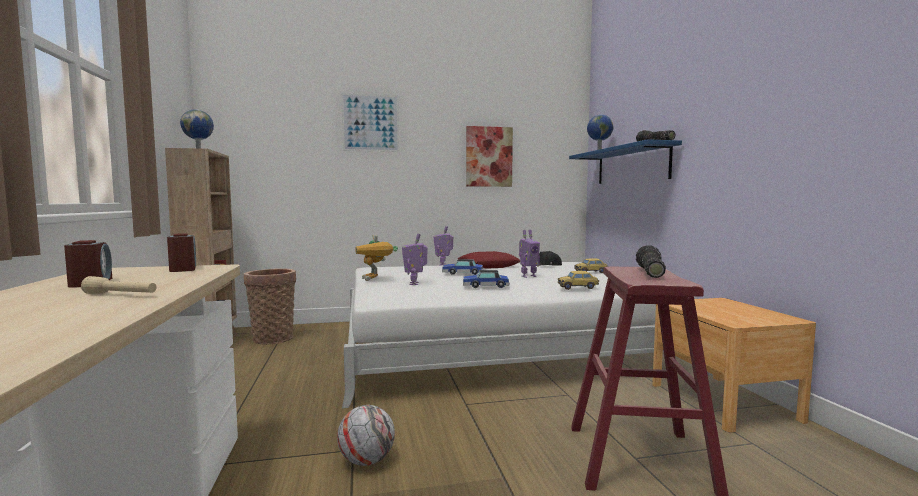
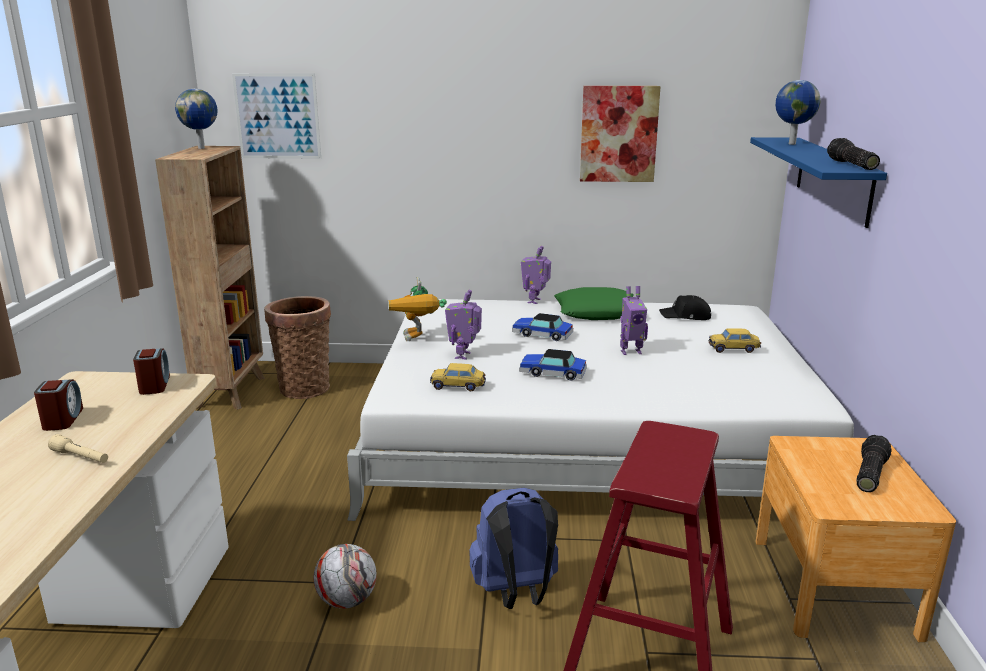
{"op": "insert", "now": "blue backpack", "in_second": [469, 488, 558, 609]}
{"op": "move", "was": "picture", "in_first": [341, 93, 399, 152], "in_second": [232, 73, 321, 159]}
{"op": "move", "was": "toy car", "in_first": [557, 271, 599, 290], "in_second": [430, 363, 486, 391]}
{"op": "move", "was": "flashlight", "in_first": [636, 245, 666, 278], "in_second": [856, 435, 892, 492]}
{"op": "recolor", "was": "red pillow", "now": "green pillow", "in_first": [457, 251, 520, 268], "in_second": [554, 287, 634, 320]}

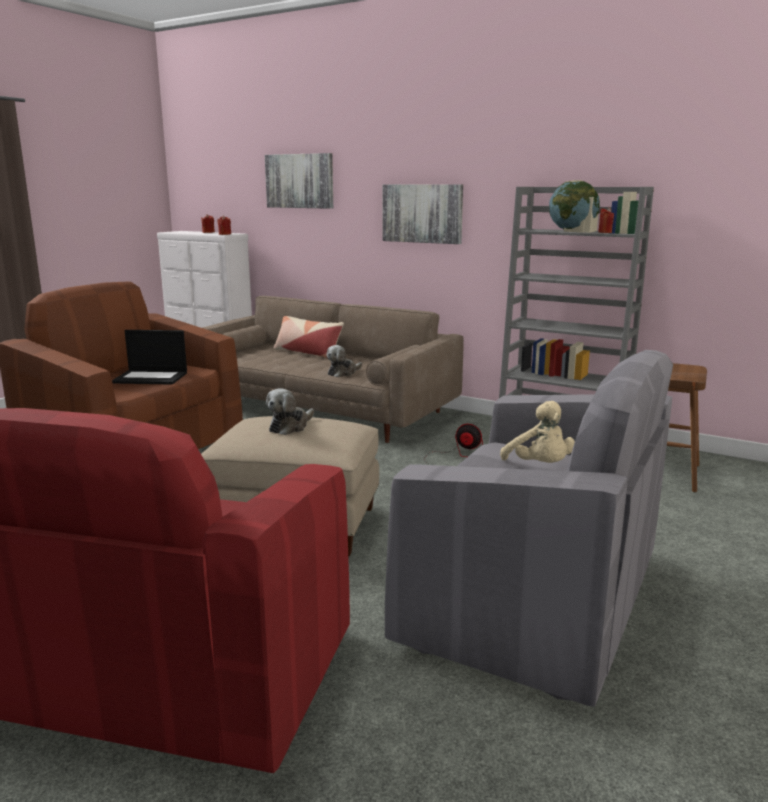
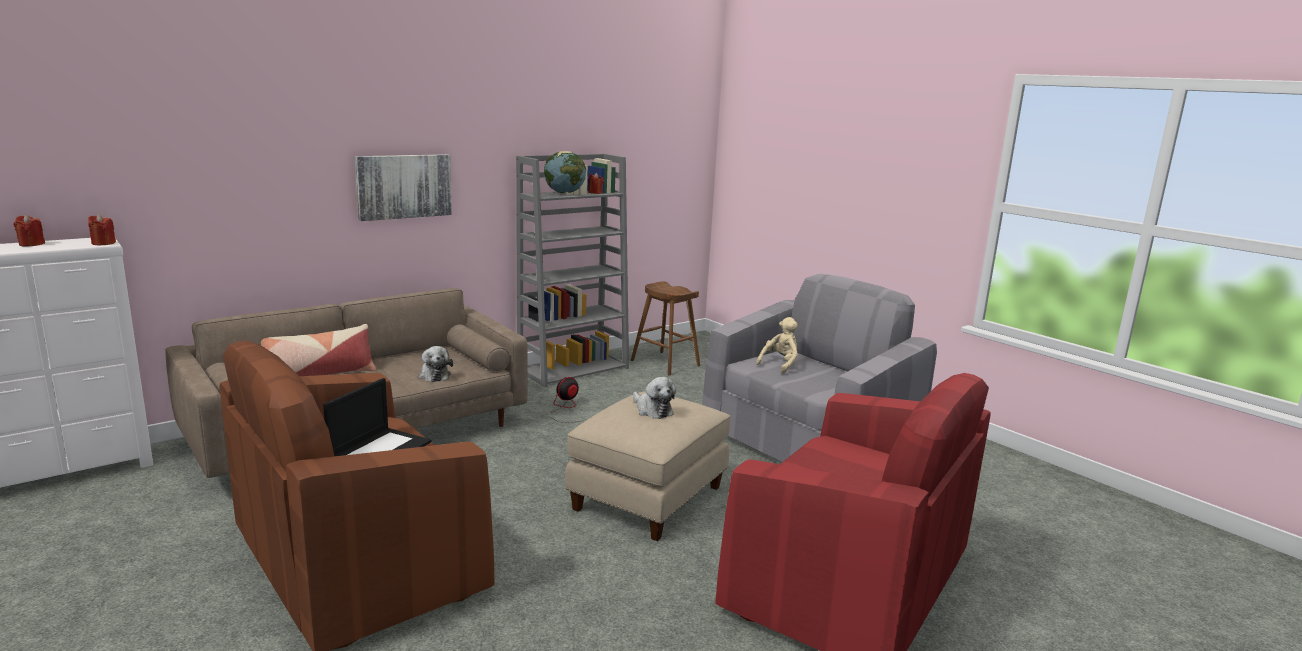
{"op": "delete", "was": "picture", "in_first": [265, 153, 333, 209]}
{"op": "rotate", "was": "beige plush toy", "in_first": [500, 401, 575, 463], "in_second": [756, 317, 798, 374], "clockwise": -45}

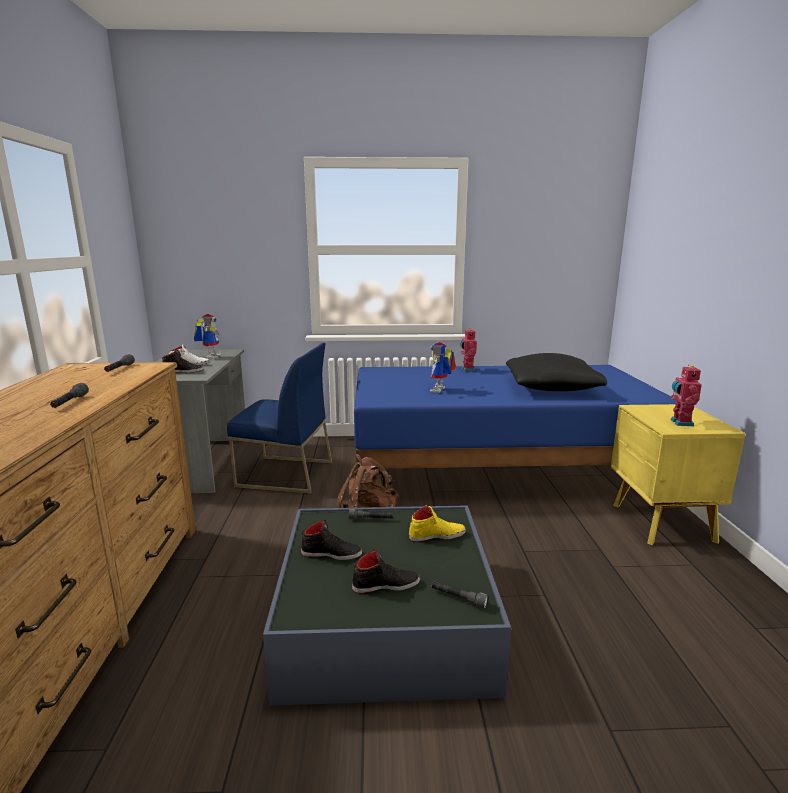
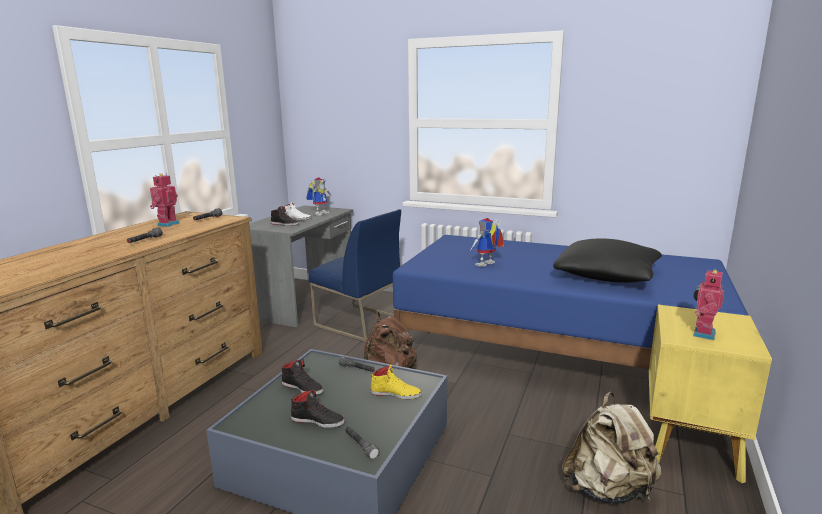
{"op": "insert", "now": "beige backpack", "in_second": [562, 392, 661, 504]}
{"op": "move", "was": "toy robot", "in_first": [460, 328, 477, 372], "in_second": [150, 173, 180, 227]}

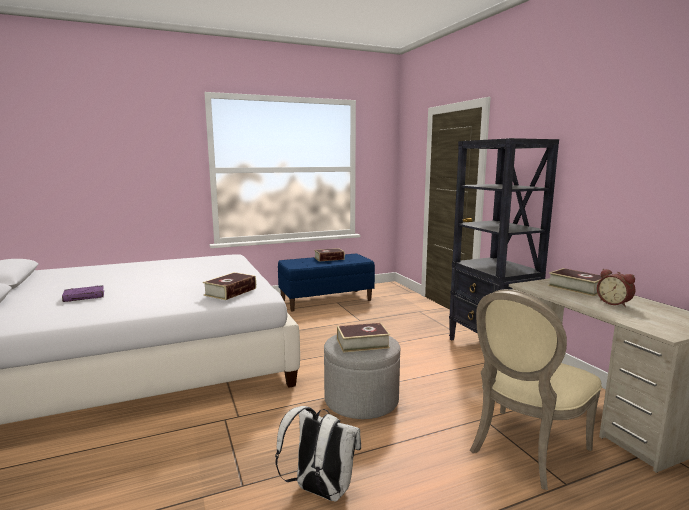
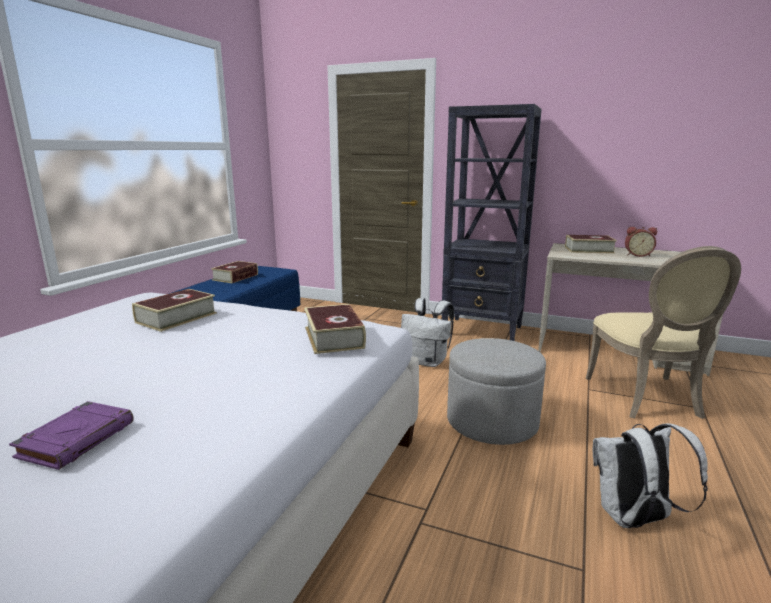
{"op": "insert", "now": "white backpack", "in_second": [401, 298, 454, 367]}
{"op": "move", "was": "book", "in_first": [337, 323, 390, 353], "in_second": [132, 289, 217, 332]}

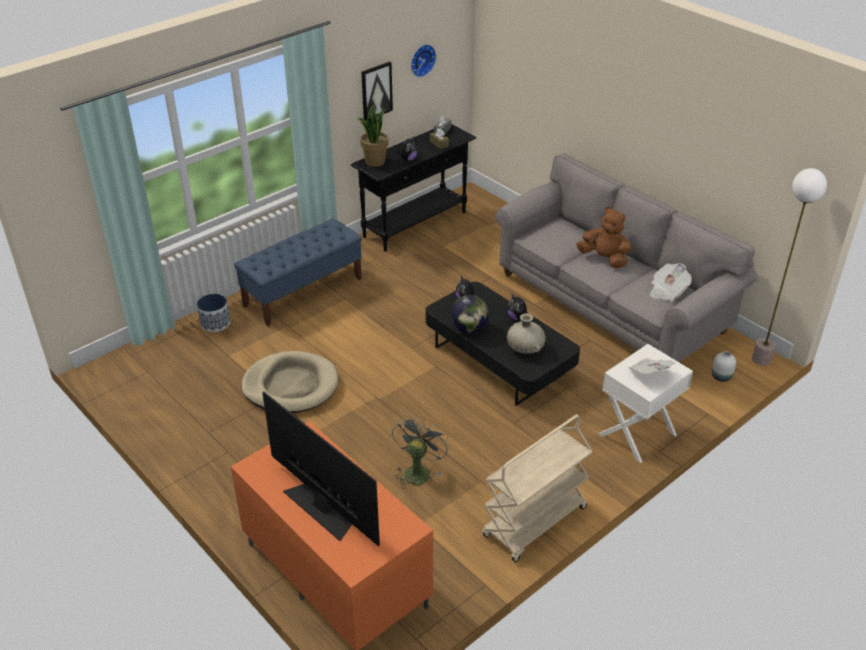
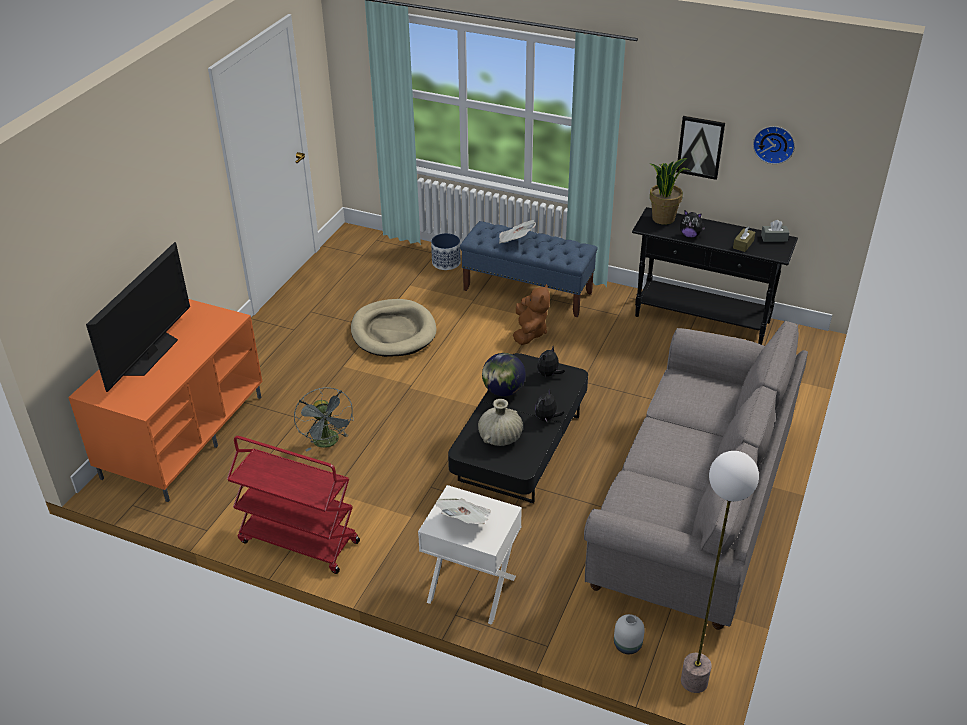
{"op": "move", "was": "brown plush toy", "in_first": [576, 206, 631, 268], "in_second": [513, 284, 550, 345]}
{"op": "move", "was": "newspaper", "in_first": [650, 263, 692, 301], "in_second": [499, 220, 536, 243]}
{"op": "recolor", "was": "beige cart", "now": "red cart", "in_first": [482, 414, 593, 562], "in_second": [227, 436, 360, 574]}
{"op": "rotate", "was": "grey fan", "in_first": [392, 416, 450, 489], "in_second": [294, 387, 354, 451], "clockwise": 75}

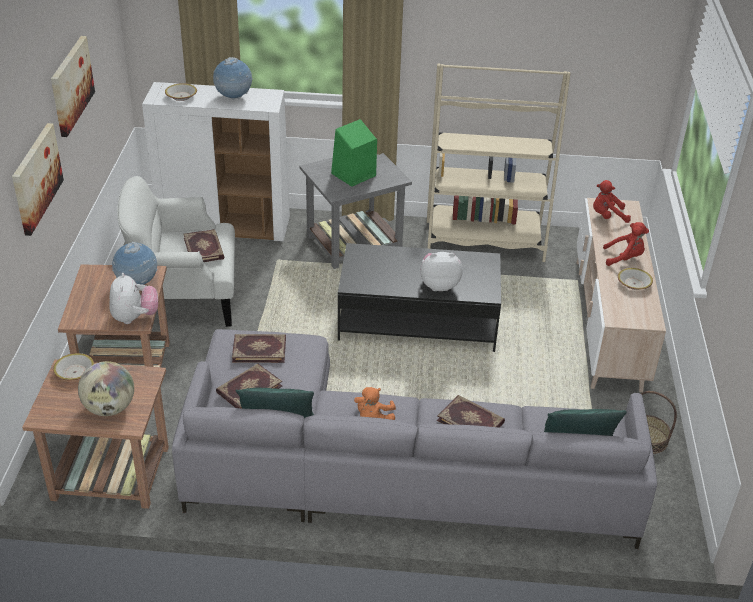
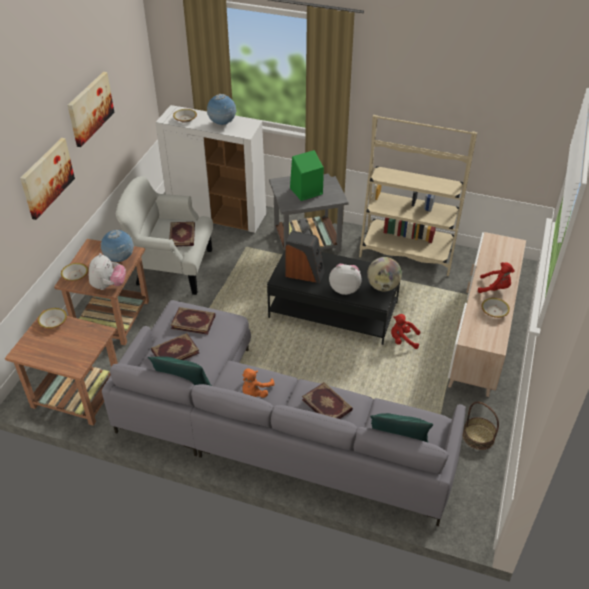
{"op": "insert", "now": "bowl", "in_second": [61, 263, 88, 281]}
{"op": "insert", "now": "speaker", "in_second": [286, 230, 325, 283]}
{"op": "move", "was": "globe", "in_first": [78, 361, 134, 416], "in_second": [367, 257, 402, 291]}
{"op": "move", "was": "red plush toy", "in_first": [593, 180, 631, 223], "in_second": [391, 314, 420, 349]}

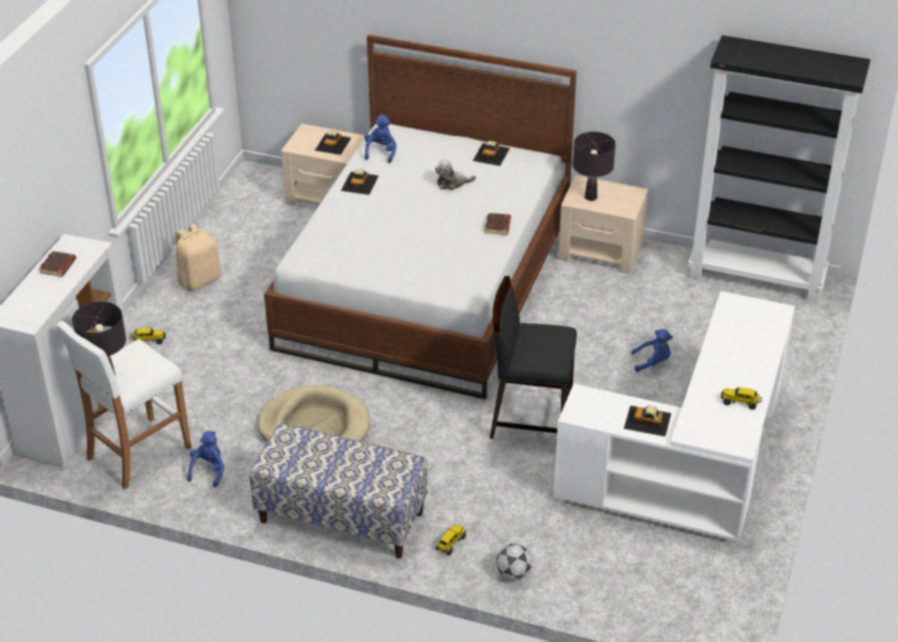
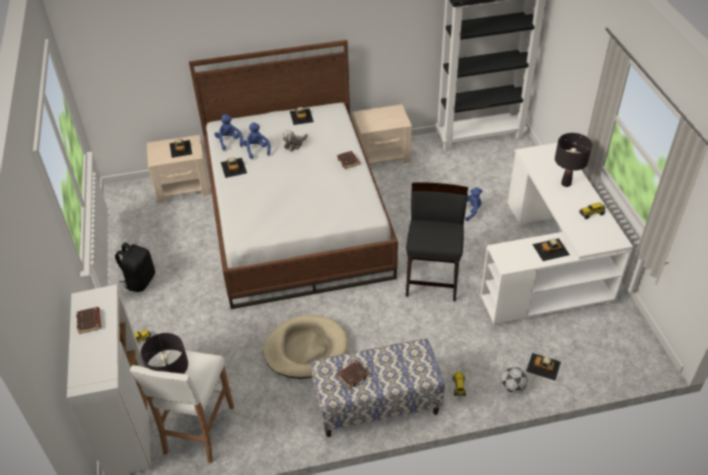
{"op": "insert", "now": "brown book", "in_second": [337, 361, 369, 389]}
{"op": "insert", "now": "toy car", "in_second": [526, 353, 561, 381]}
{"op": "move", "was": "blue plush toy", "in_first": [187, 431, 224, 487], "in_second": [242, 122, 270, 159]}
{"op": "move", "was": "black table lamp", "in_first": [573, 132, 616, 201], "in_second": [555, 133, 592, 187]}
{"op": "recolor", "was": "beige backpack", "now": "black backpack", "in_first": [175, 224, 221, 291], "in_second": [115, 242, 155, 292]}
{"op": "rotate", "was": "black chair", "in_first": [490, 276, 577, 439], "in_second": [406, 182, 468, 301], "clockwise": 120}

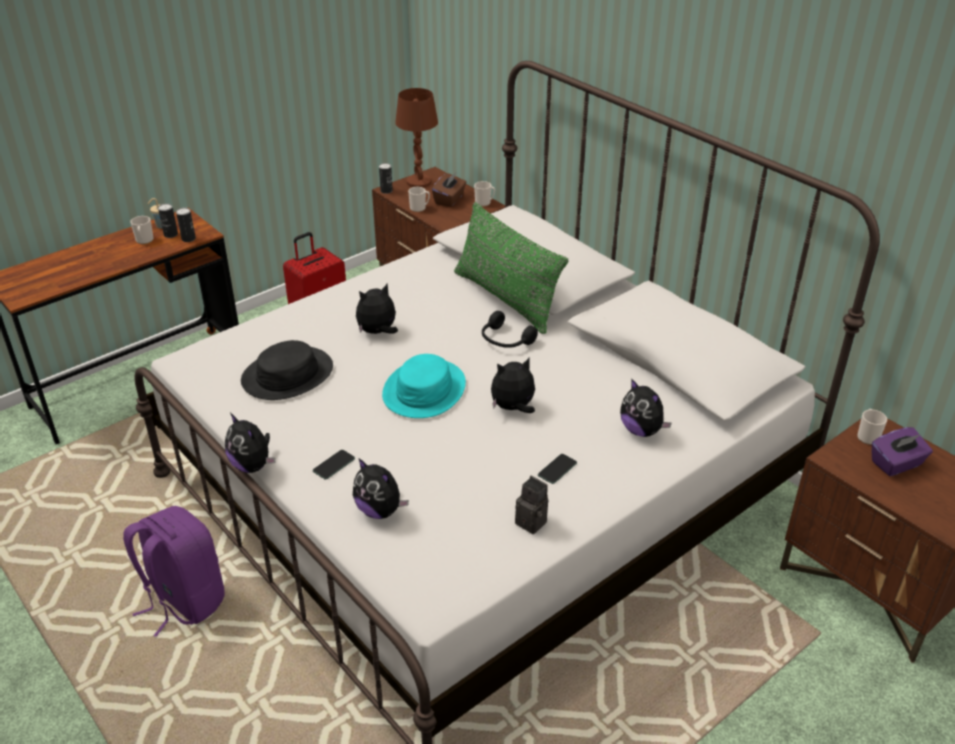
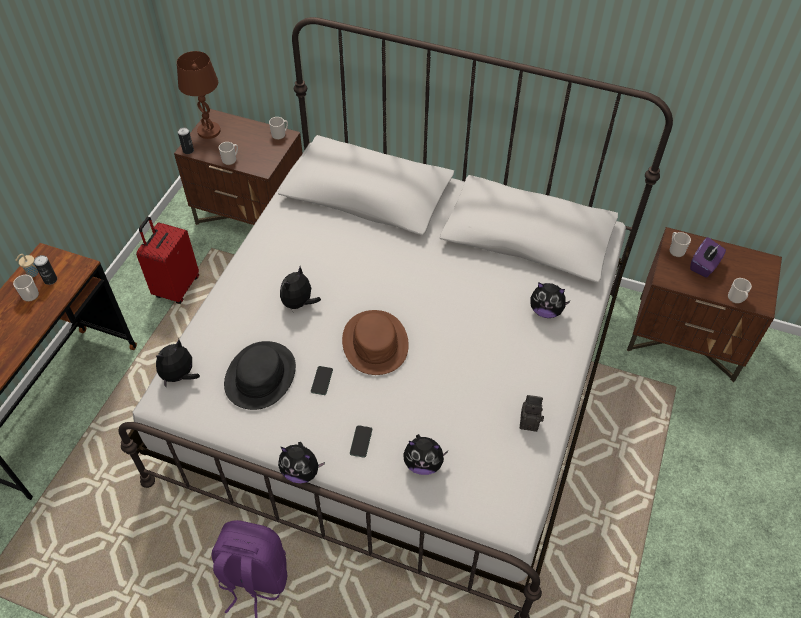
{"op": "delete", "was": "can", "in_first": [176, 208, 196, 242]}
{"op": "delete", "was": "brown tissue box", "in_first": [432, 173, 466, 207]}
{"op": "delete", "was": "green pillow", "in_first": [454, 202, 568, 334]}
{"op": "delete", "was": "black headphones", "in_first": [482, 311, 538, 348]}
{"op": "insert", "now": "mug", "in_second": [728, 278, 752, 304]}
{"op": "move", "was": "plush toy", "in_first": [491, 358, 535, 413], "in_second": [156, 339, 200, 388]}
{"op": "move", "was": "phone", "in_first": [538, 454, 577, 484], "in_second": [311, 366, 333, 395]}
{"op": "recolor", "was": "turquoise hat", "now": "brown hat", "in_first": [382, 354, 466, 418], "in_second": [342, 310, 409, 375]}

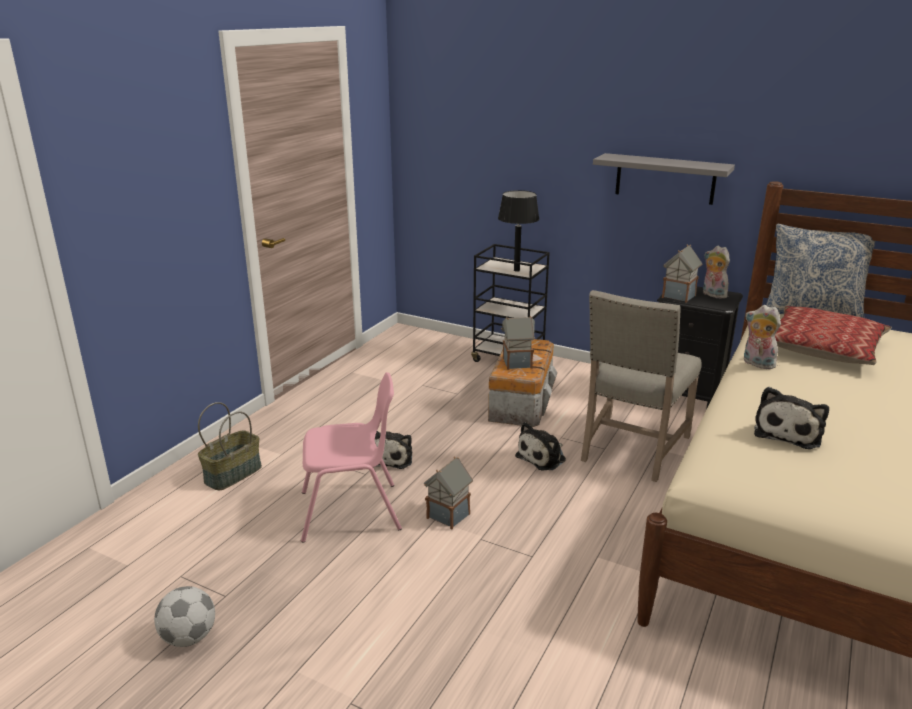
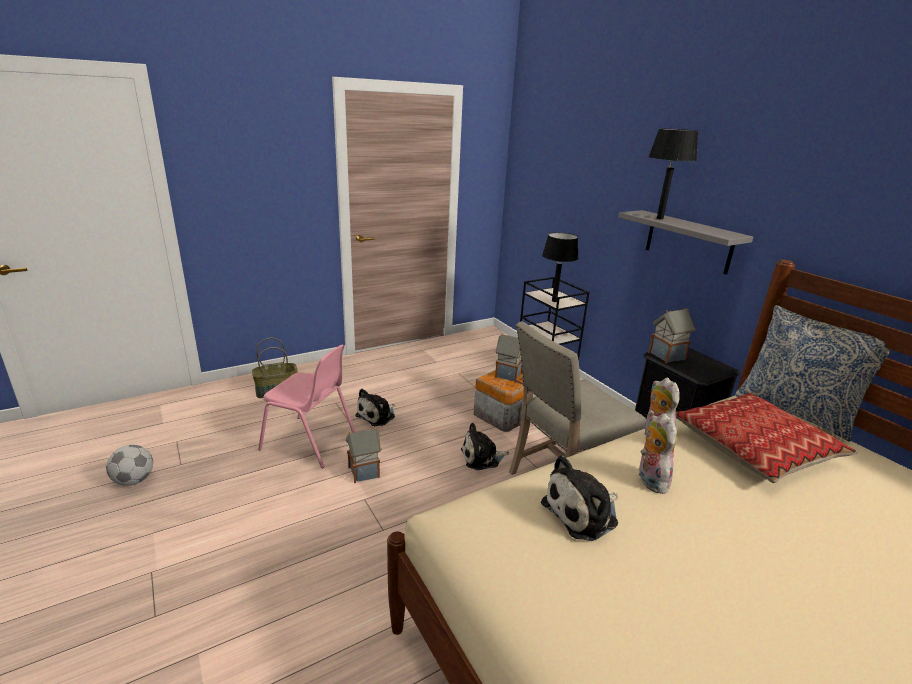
{"op": "insert", "now": "black table lamp", "in_second": [649, 128, 698, 220]}
{"op": "move", "was": "plush toy", "in_first": [703, 246, 730, 299], "in_second": [639, 413, 677, 494]}

